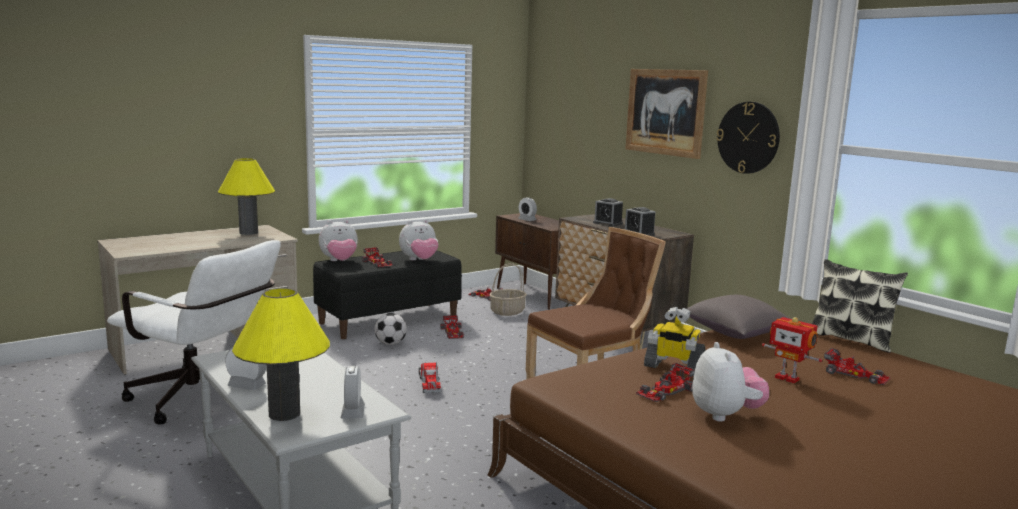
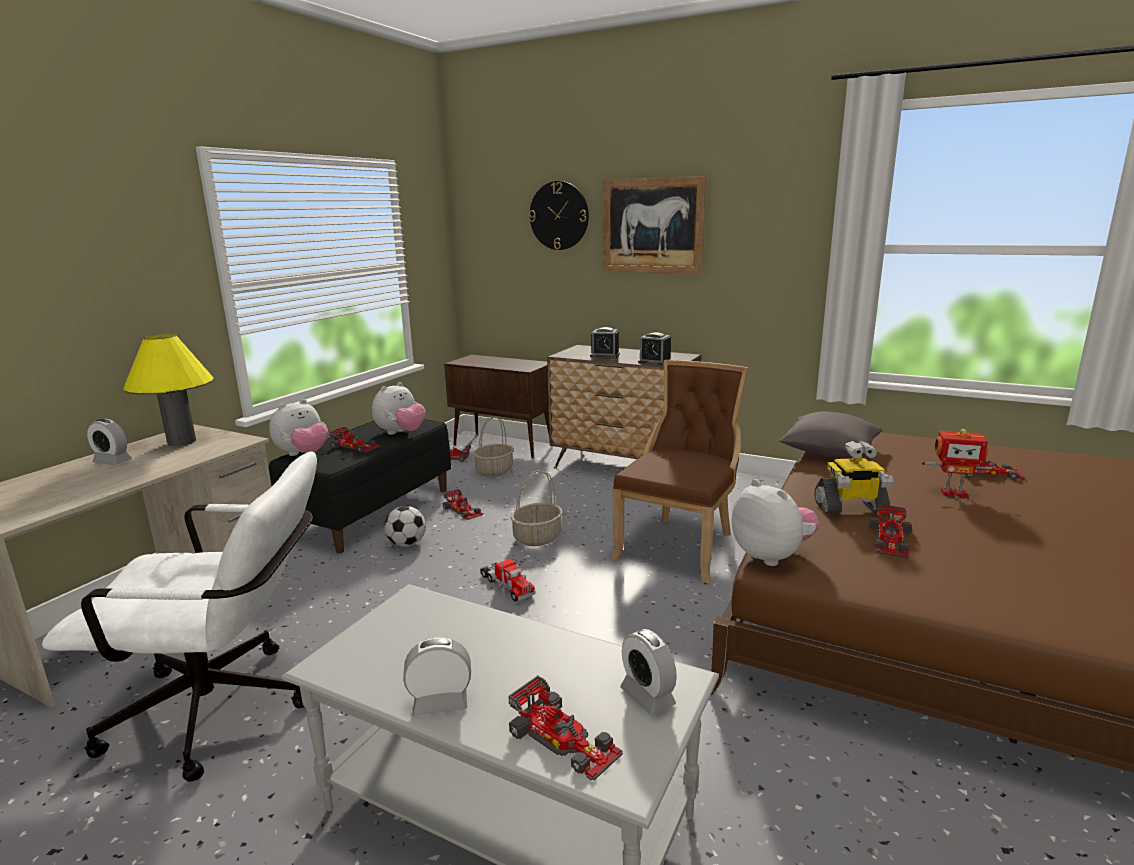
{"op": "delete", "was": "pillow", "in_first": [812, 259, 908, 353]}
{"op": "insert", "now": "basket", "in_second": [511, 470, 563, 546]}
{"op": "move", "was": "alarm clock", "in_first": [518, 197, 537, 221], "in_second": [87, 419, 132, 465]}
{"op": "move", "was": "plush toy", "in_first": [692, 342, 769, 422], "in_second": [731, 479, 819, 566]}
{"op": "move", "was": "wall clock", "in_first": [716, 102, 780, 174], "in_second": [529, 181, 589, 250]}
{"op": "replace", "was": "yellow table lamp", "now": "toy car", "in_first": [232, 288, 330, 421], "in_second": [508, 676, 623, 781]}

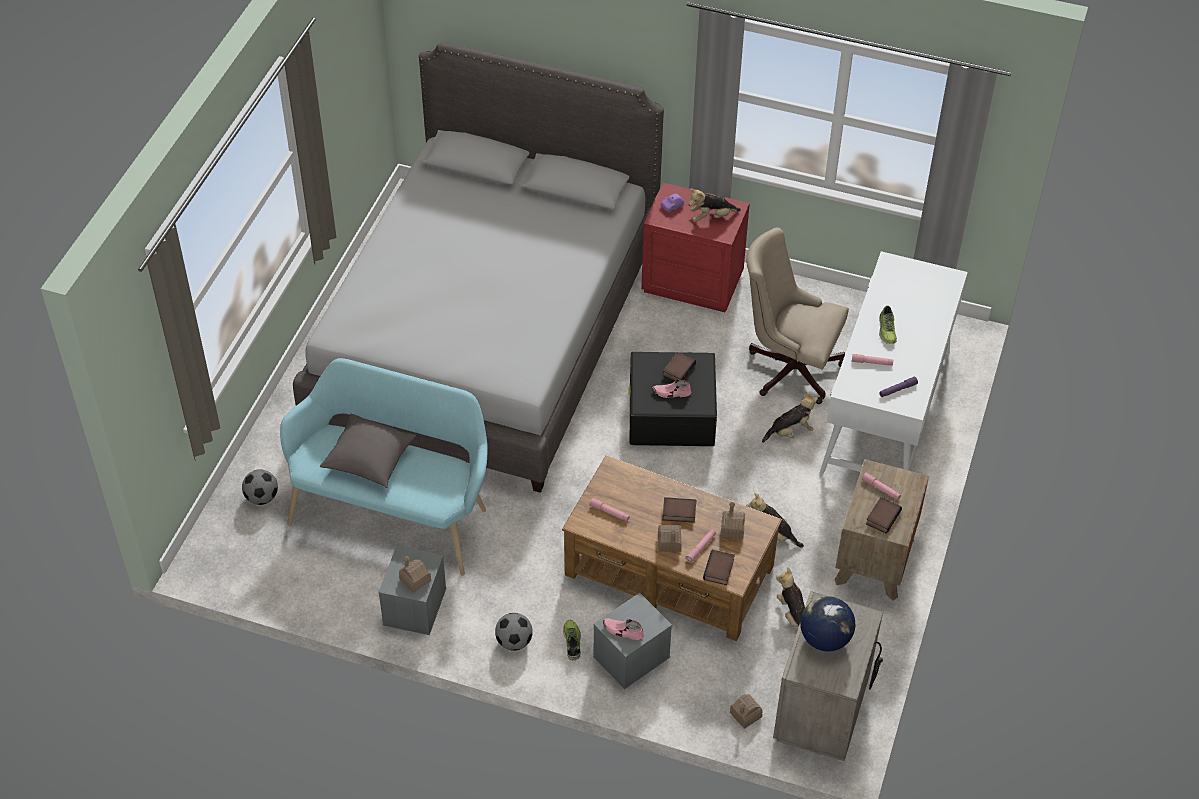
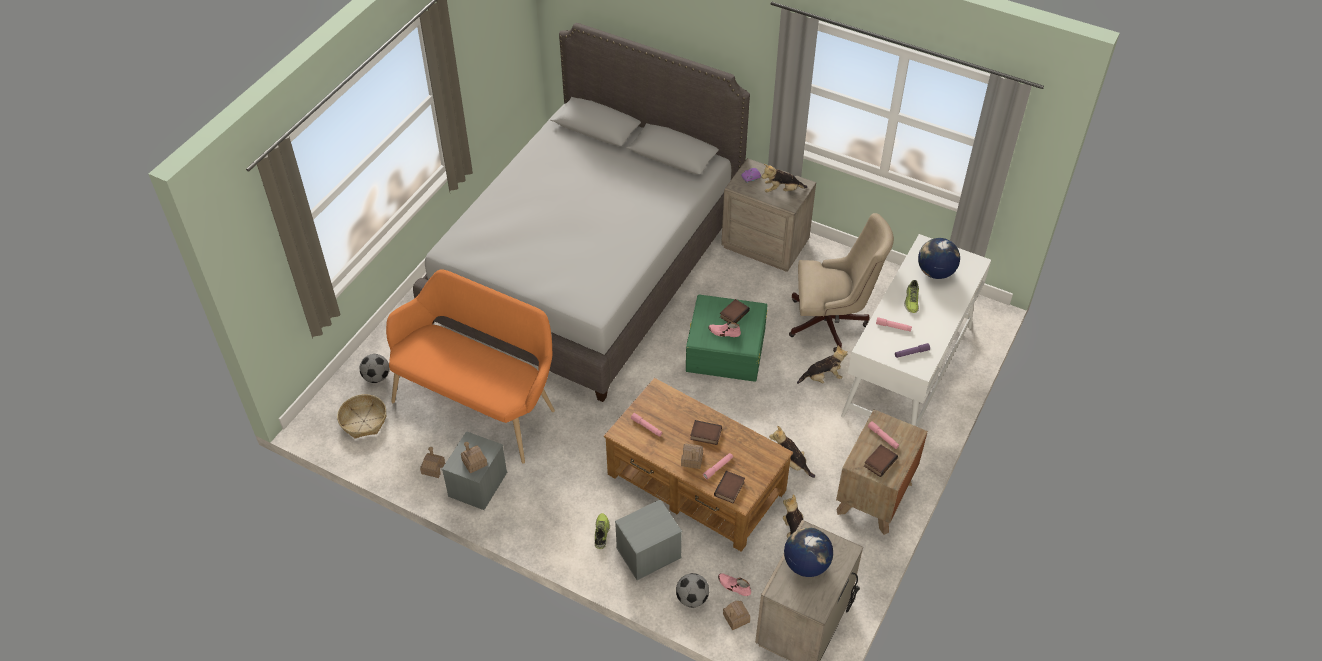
{"op": "delete", "was": "grey pillow", "in_first": [320, 414, 417, 488]}
{"op": "insert", "now": "basket", "in_second": [337, 394, 386, 439]}
{"op": "insert", "now": "globe", "in_second": [918, 238, 960, 279]}
{"op": "move", "was": "football", "in_first": [495, 613, 533, 651], "in_second": [676, 573, 709, 607]}
{"op": "move", "was": "pink shoe", "in_first": [603, 618, 644, 640], "in_second": [718, 573, 751, 596]}
{"op": "move", "was": "toy house", "in_first": [721, 502, 745, 539], "in_second": [420, 447, 445, 478]}
{"op": "recolor", "was": "turquoise bench", "now": "orange bench", "in_first": [280, 358, 488, 576], "in_second": [386, 269, 555, 464]}
{"op": "recolor", "was": "black storage box", "now": "green storage box", "in_first": [628, 352, 717, 446], "in_second": [686, 295, 768, 382]}
{"op": "recolor", "was": "red nightstand", "now": "beige nightstand", "in_first": [641, 182, 750, 312], "in_second": [721, 158, 816, 272]}
{"op": "rotate", "was": "beige office chair", "in_first": [746, 227, 849, 404], "in_second": [789, 213, 894, 352], "clockwise": 150}

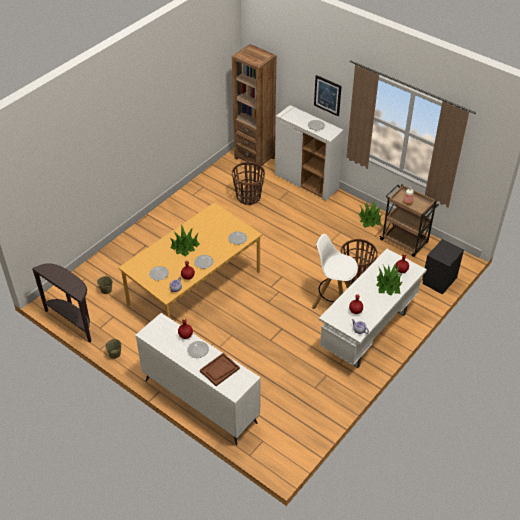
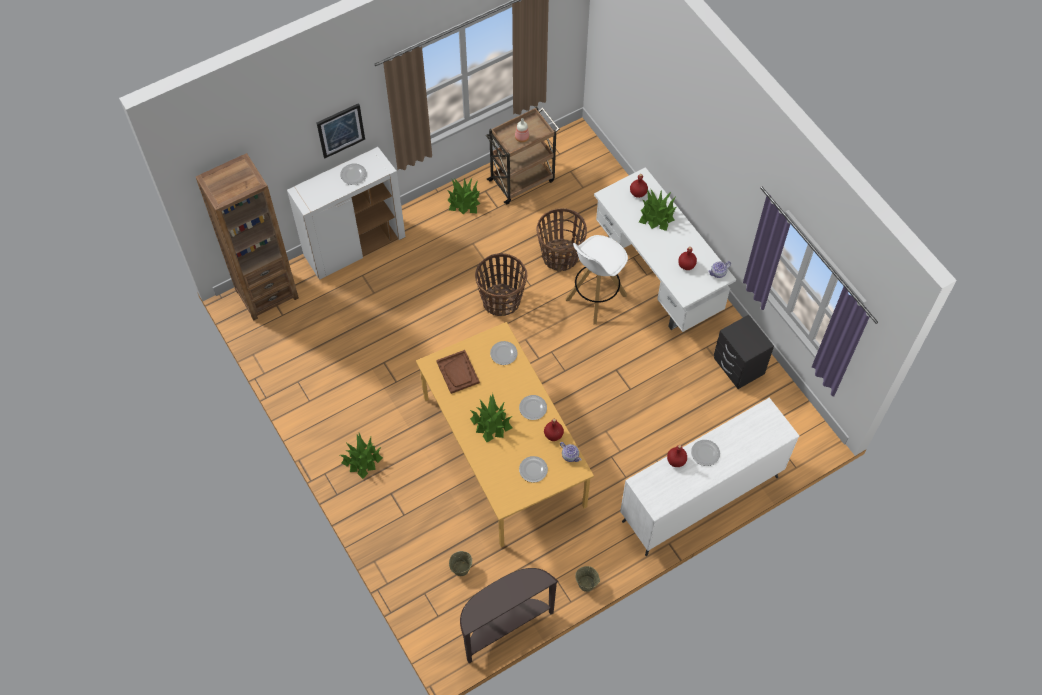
{"op": "insert", "now": "potted plant", "in_second": [340, 433, 383, 479]}
{"op": "move", "was": "brown tray", "in_first": [200, 353, 240, 386], "in_second": [436, 350, 480, 394]}
{"op": "move", "was": "basket", "in_first": [232, 162, 265, 205], "in_second": [475, 253, 527, 316]}
{"op": "move", "was": "black nightstand", "in_first": [422, 239, 464, 295], "in_second": [714, 315, 774, 389]}

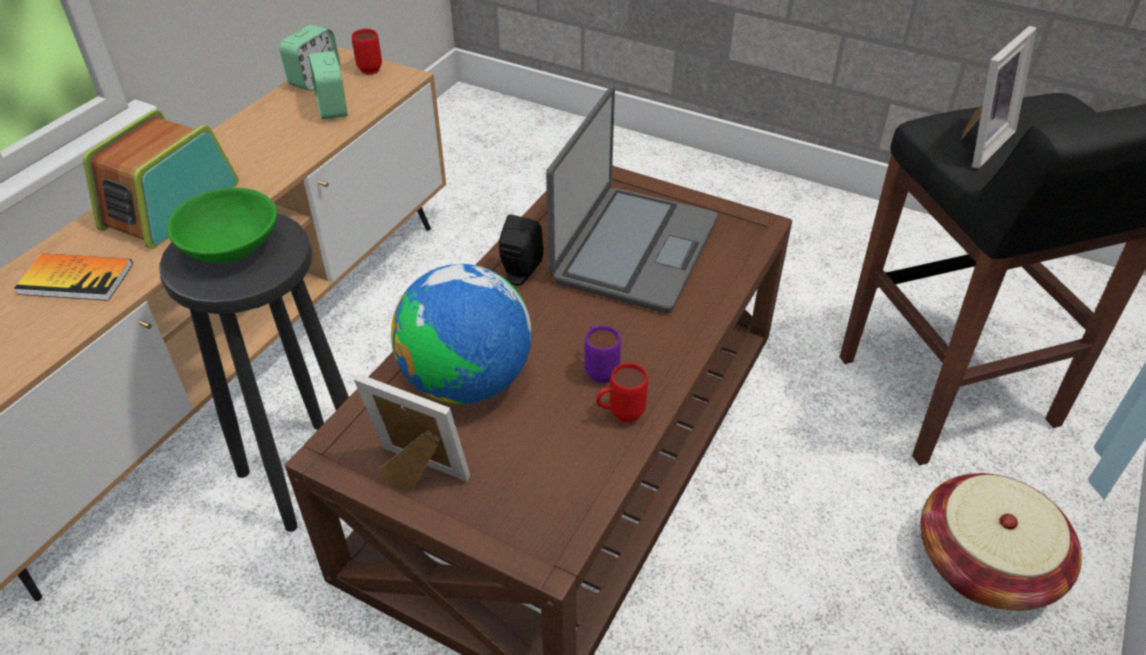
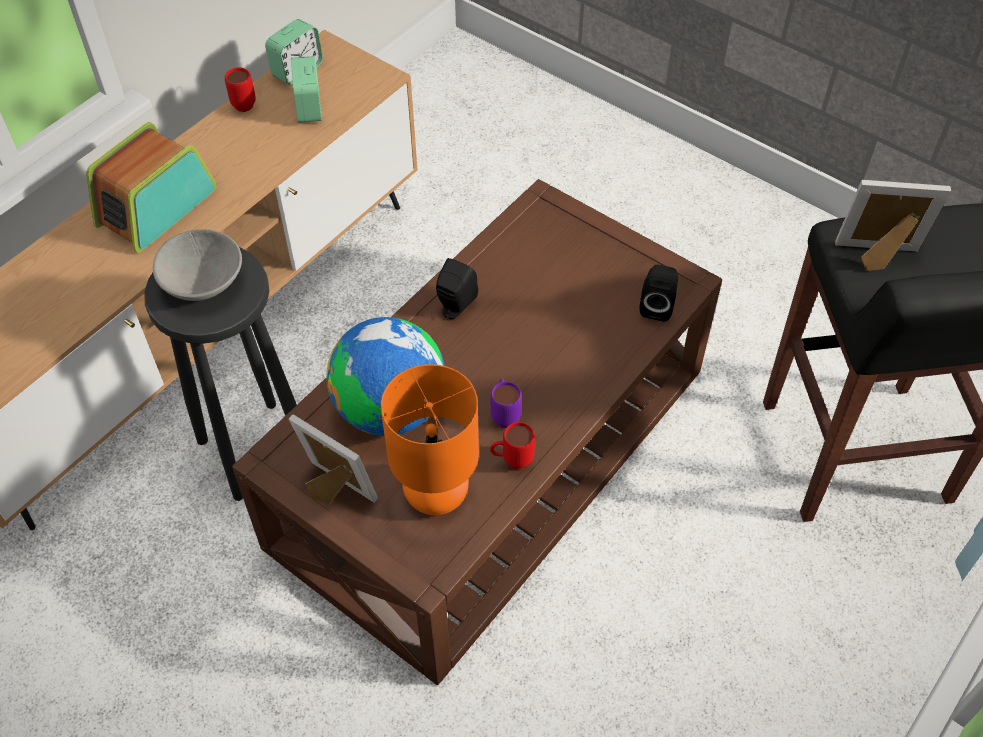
{"op": "delete", "was": "book", "in_first": [14, 253, 133, 301]}
{"op": "delete", "was": "laptop", "in_first": [546, 86, 718, 313]}
{"op": "delete", "was": "basket", "in_first": [920, 473, 1082, 611]}
{"op": "insert", "now": "orange table lamp", "in_second": [381, 364, 479, 515]}
{"op": "insert", "now": "black speaker", "in_second": [640, 265, 678, 322]}
{"op": "move", "was": "red mug", "in_first": [352, 29, 382, 75], "in_second": [225, 67, 256, 112]}
{"op": "recolor", "was": "green bowl", "now": "grey bowl", "in_first": [167, 188, 277, 263], "in_second": [153, 229, 242, 301]}
{"op": "rotate", "was": "picture frame", "in_first": [961, 26, 1036, 168], "in_second": [835, 180, 951, 271], "clockwise": -135}

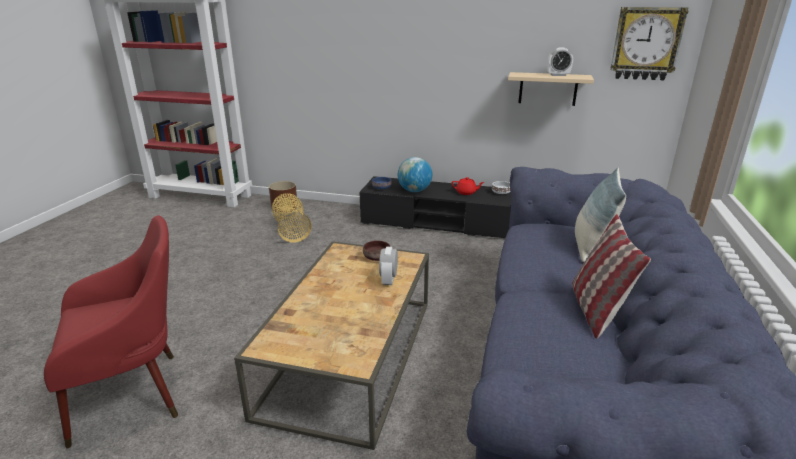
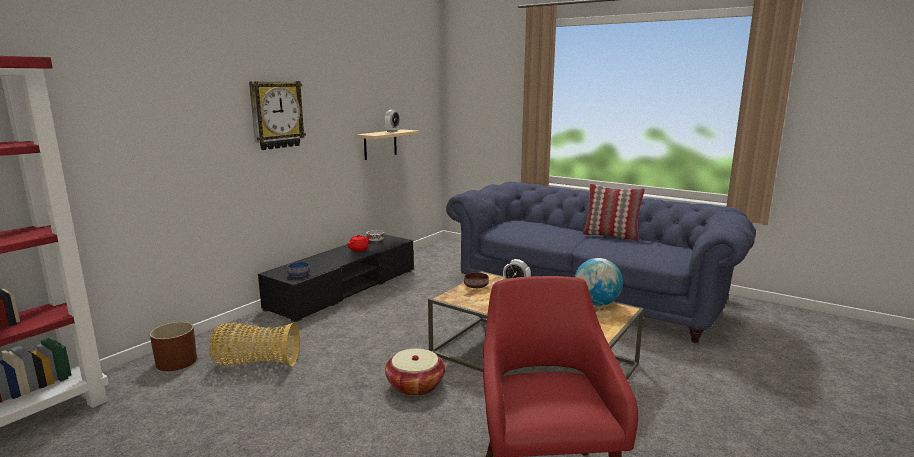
{"op": "delete", "was": "pillow", "in_first": [575, 168, 626, 262]}
{"op": "insert", "now": "basket", "in_second": [385, 349, 445, 396]}
{"op": "move", "was": "globe", "in_first": [398, 157, 432, 192], "in_second": [575, 258, 623, 306]}
{"op": "move", "was": "wall clock", "in_first": [610, 7, 688, 80], "in_second": [249, 81, 306, 150]}

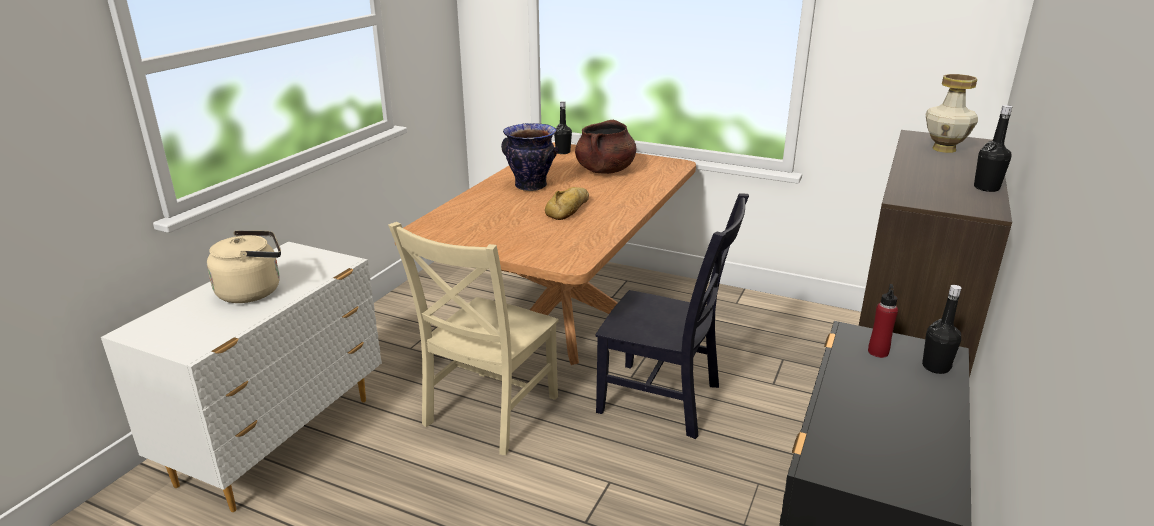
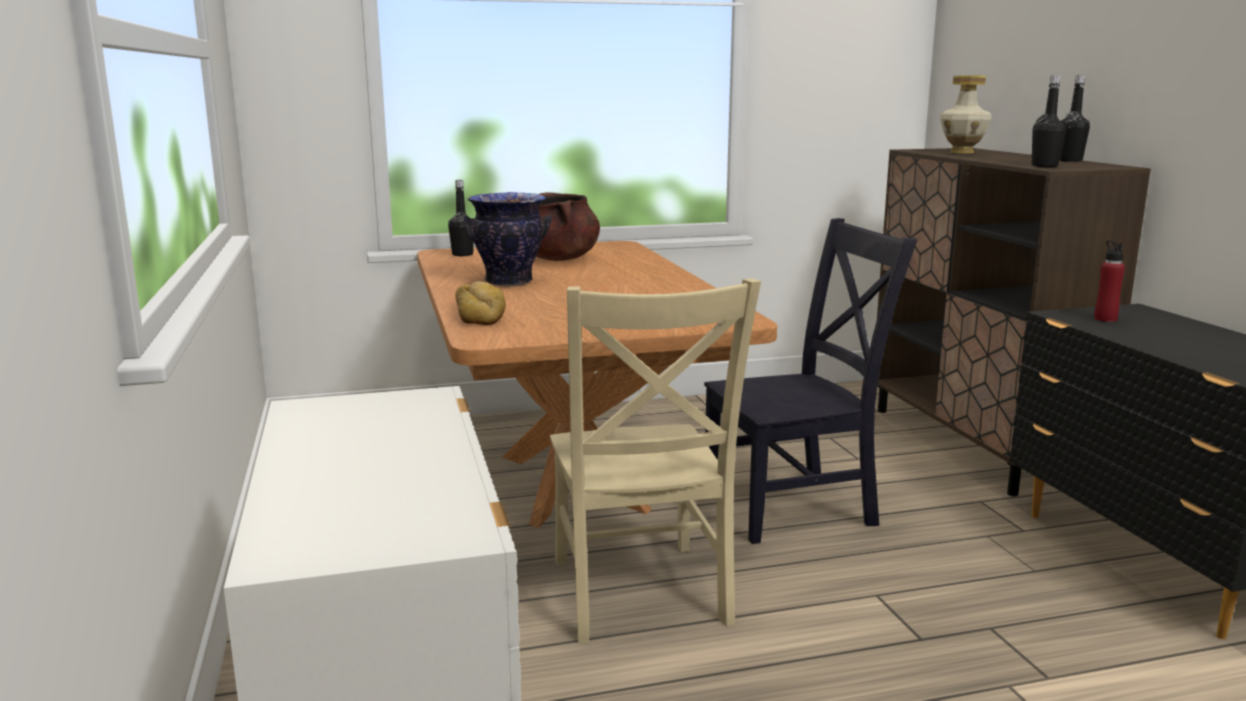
{"op": "delete", "was": "beige kettle", "in_first": [207, 230, 281, 303]}
{"op": "move", "was": "bread", "in_first": [545, 187, 589, 220], "in_second": [455, 281, 506, 325]}
{"op": "move", "was": "black bottle", "in_first": [922, 285, 961, 374], "in_second": [1032, 75, 1066, 167]}

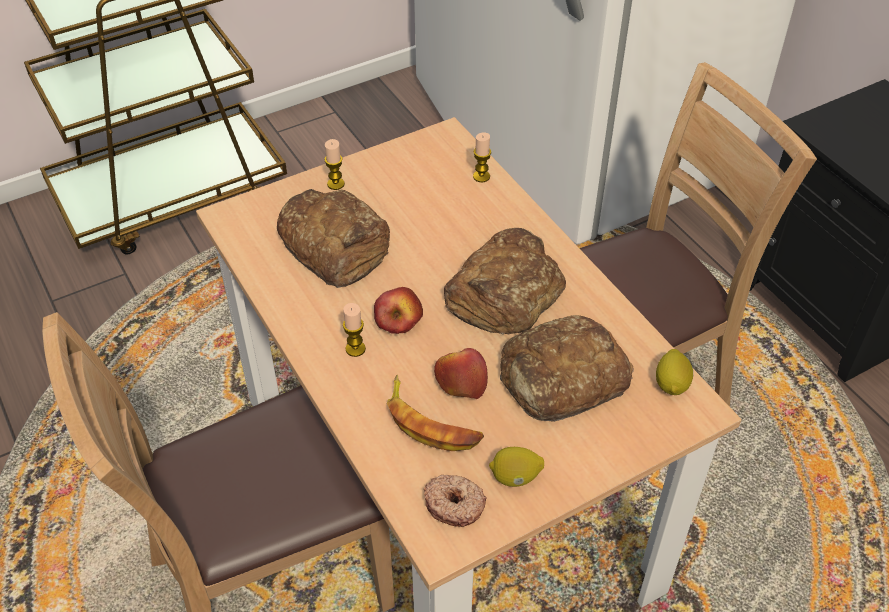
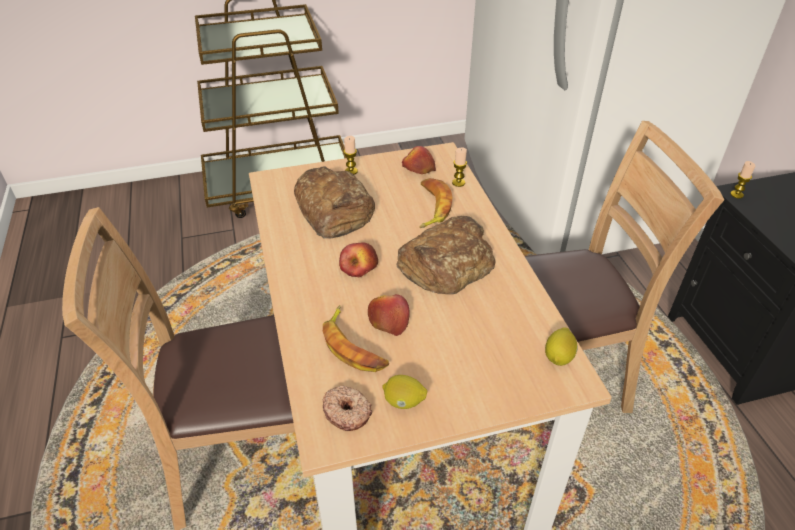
{"op": "delete", "was": "bread", "in_first": [500, 315, 634, 422]}
{"op": "insert", "now": "apple", "in_second": [402, 146, 436, 174]}
{"op": "insert", "now": "banana", "in_second": [419, 178, 452, 228]}
{"op": "move", "was": "candle", "in_first": [343, 303, 366, 357], "in_second": [730, 161, 756, 198]}

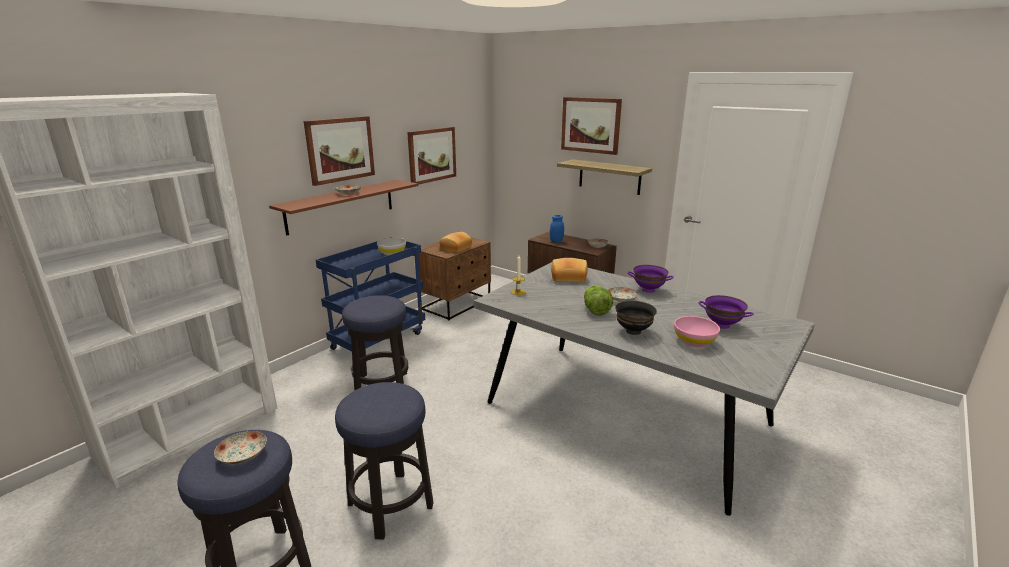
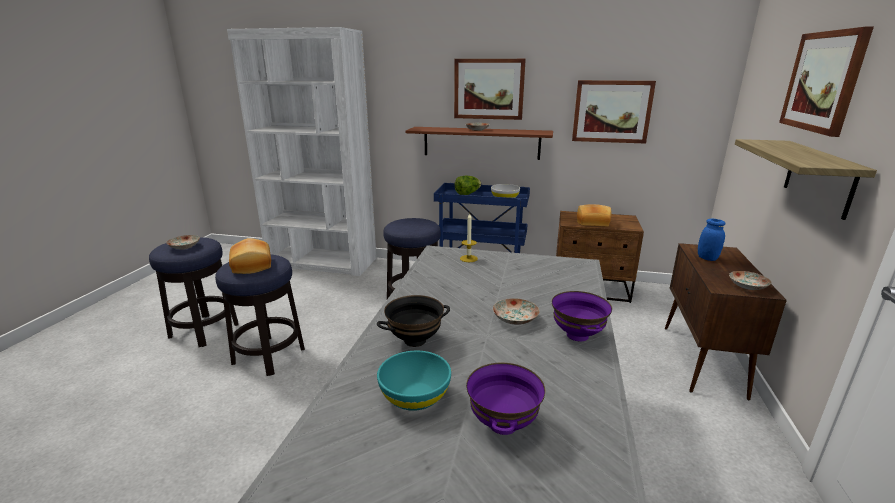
{"op": "move", "was": "bread", "in_first": [551, 258, 588, 282], "in_second": [229, 238, 271, 274]}
{"op": "move", "was": "lettuce", "in_first": [584, 286, 613, 315], "in_second": [455, 175, 481, 195]}
{"op": "recolor", "was": "pink bowl", "now": "turquoise bowl", "in_first": [674, 316, 720, 347], "in_second": [377, 350, 451, 411]}

